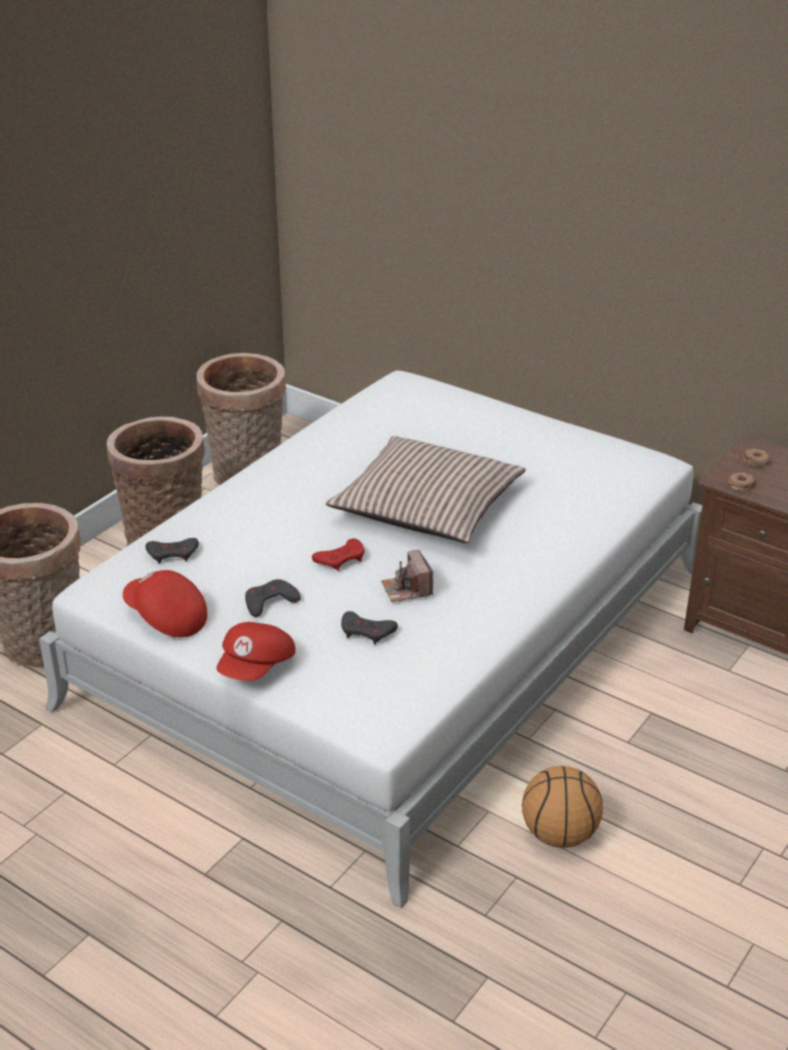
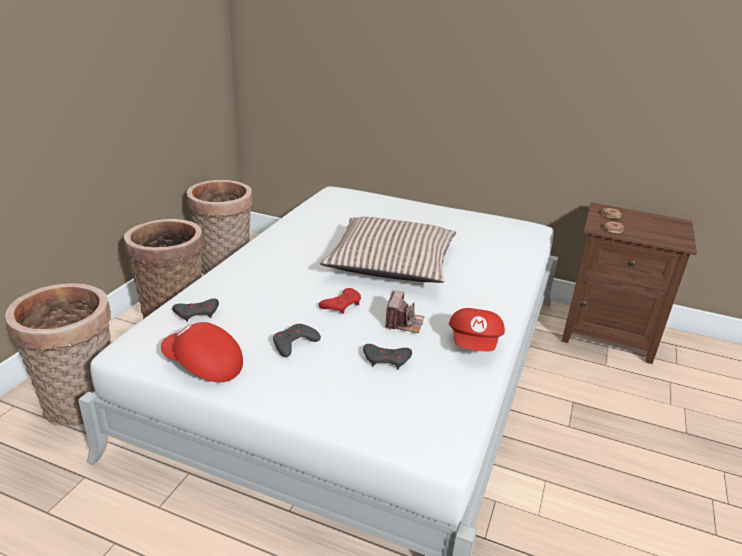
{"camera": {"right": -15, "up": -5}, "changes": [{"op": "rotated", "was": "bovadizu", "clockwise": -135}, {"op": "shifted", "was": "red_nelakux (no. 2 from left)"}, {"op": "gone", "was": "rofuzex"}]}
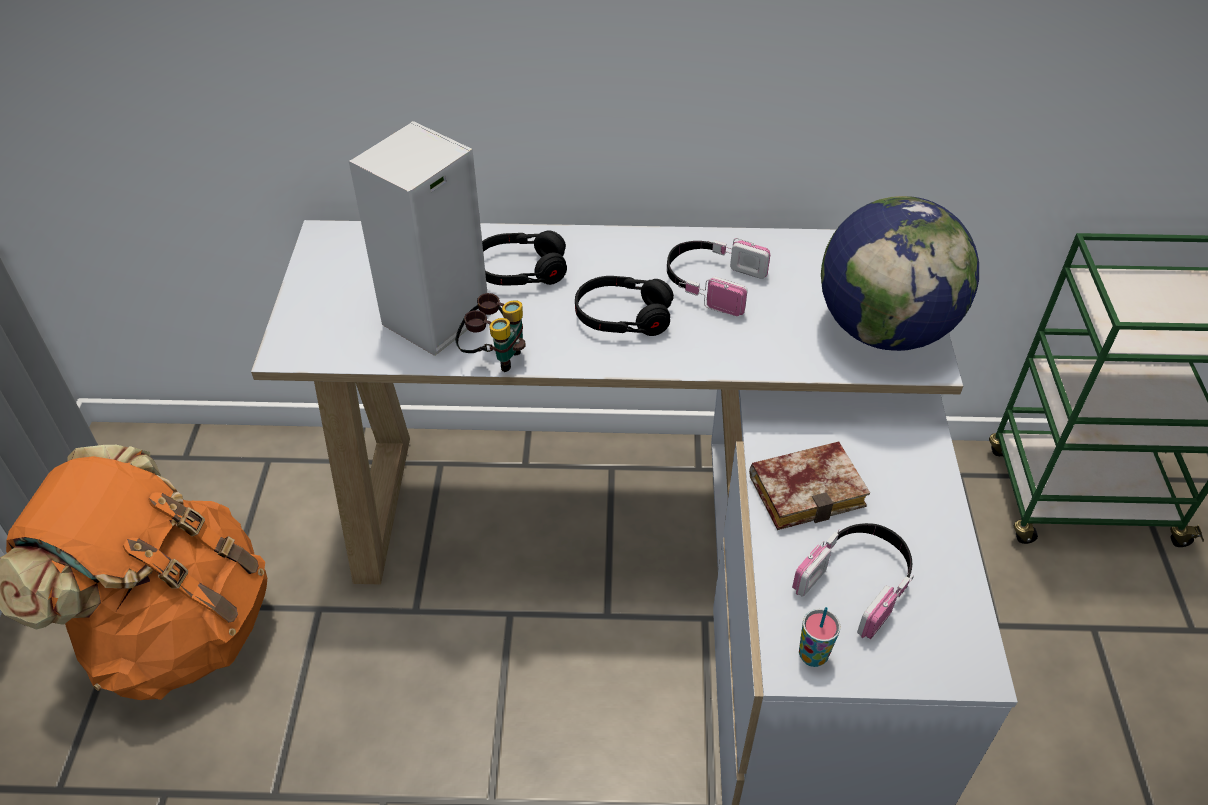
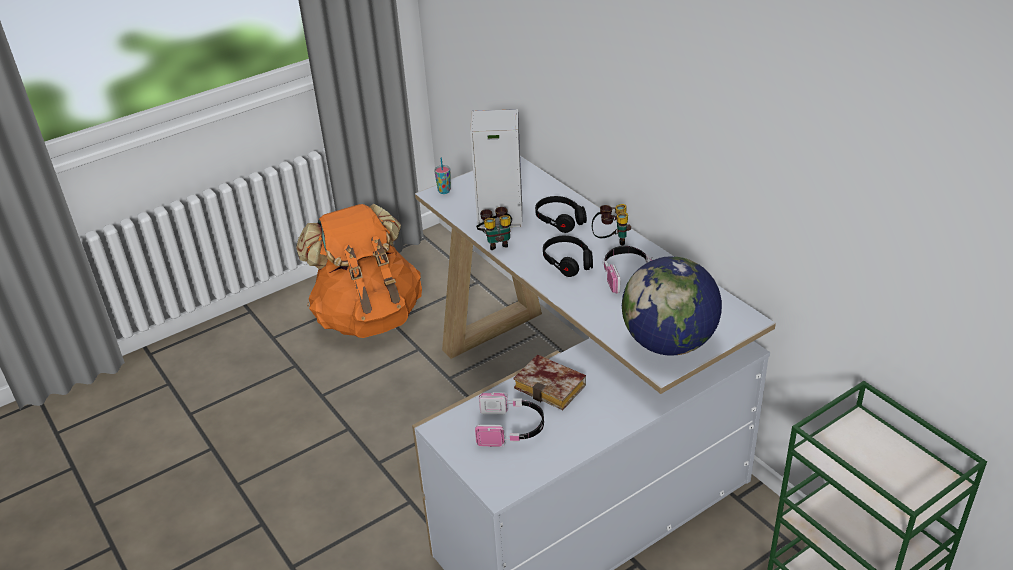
{"camera": {"right": 55, "up": -10}, "changes": [{"op": "shifted", "was": "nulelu"}, {"op": "new", "now": "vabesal (no. 2 from left)"}]}
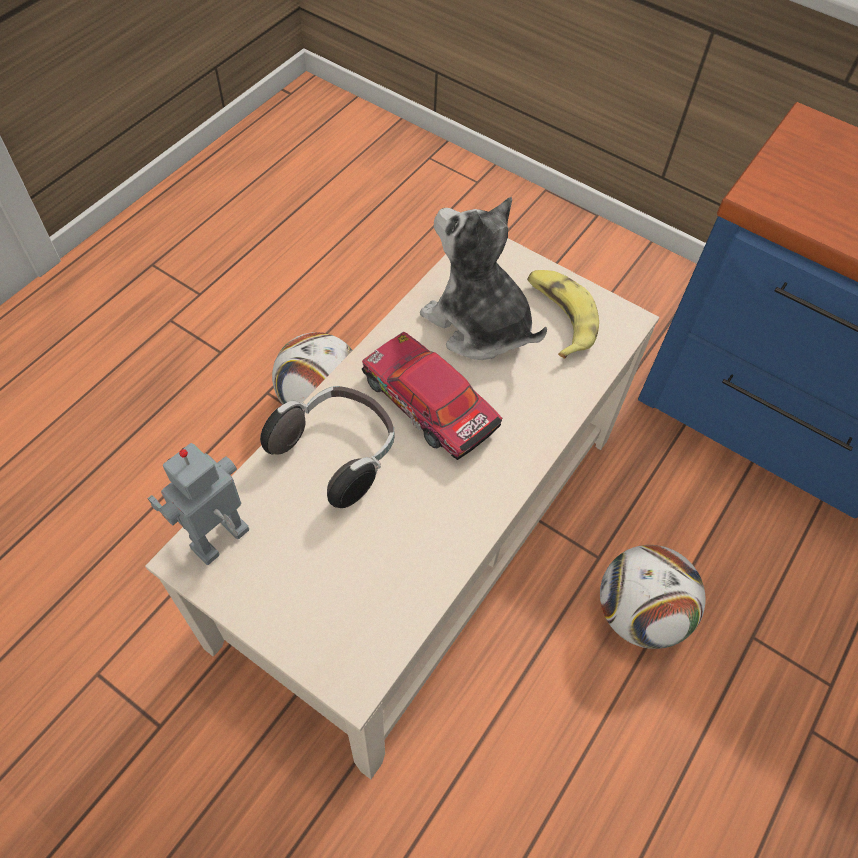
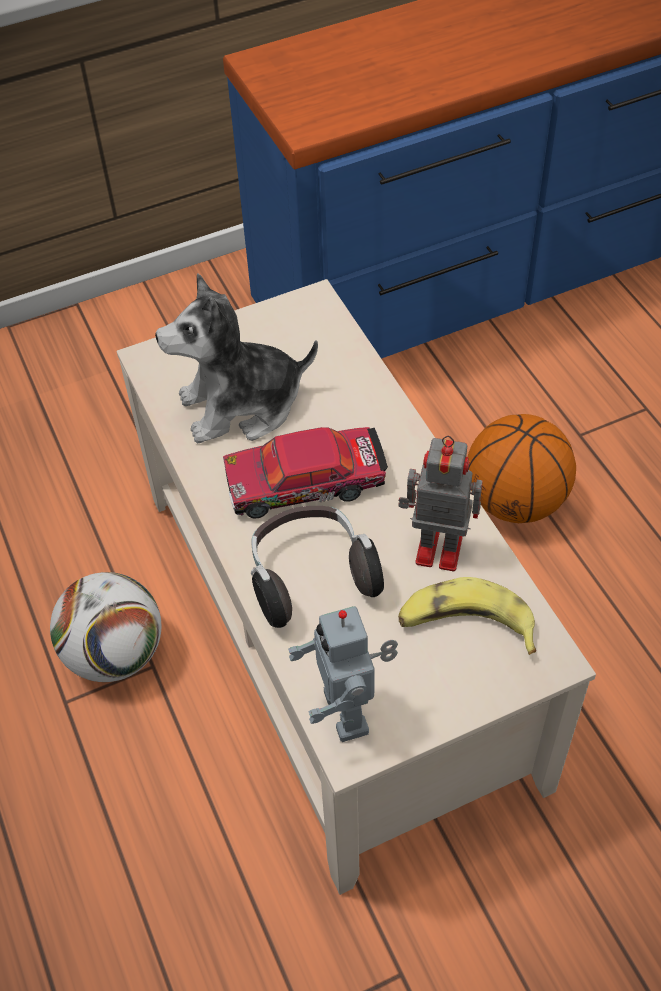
{"camera": {"right": -55, "up": -5}, "changes": [{"op": "new", "now": "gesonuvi (no. 2 from left)"}, {"op": "shifted", "was": "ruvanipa"}, {"op": "swapped", "was": "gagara (no. 2 from left)", "now": "rofuzex"}]}
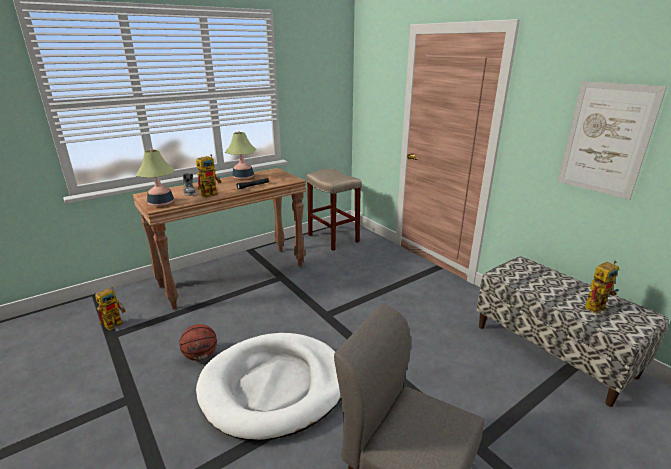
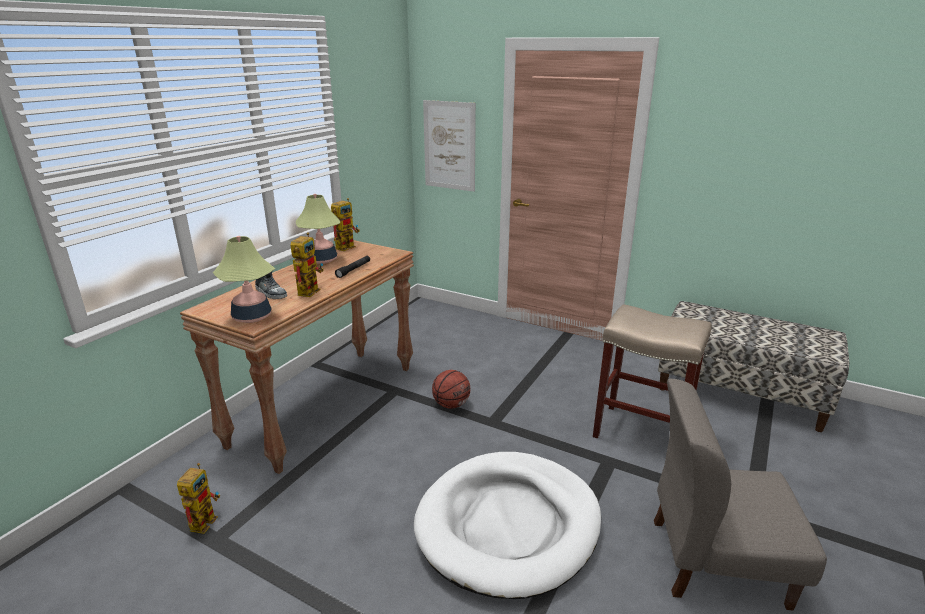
{"camera": {"right": -25, "up": 0}, "changes": [{"op": "shifted", "was": "gesonuvi (no. 3 from left)"}, {"op": "shifted", "was": "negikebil"}, {"op": "shifted", "was": "rofuzex"}, {"op": "shifted", "was": "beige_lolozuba"}]}
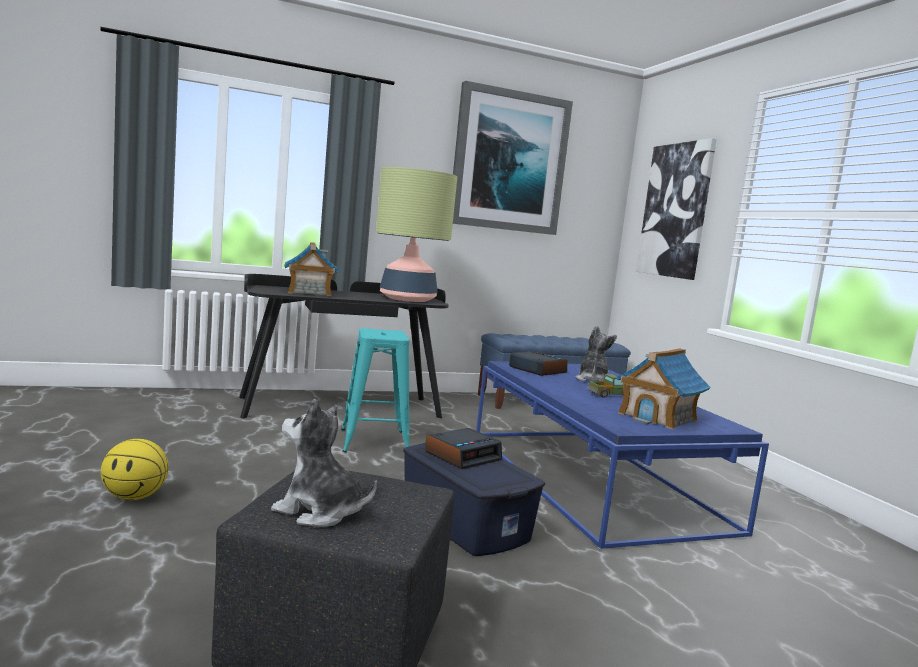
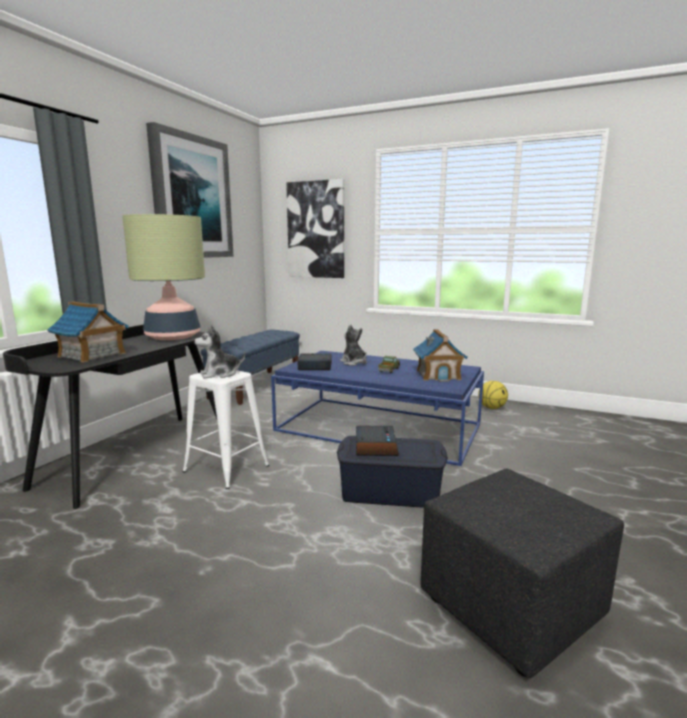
{"camera": {"right": -45, "up": 5}, "changes": [{"op": "repainted", "was": "turquoise_lolozuba", "now": "white_lolozuba"}, {"op": "shifted", "was": "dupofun (no. 1 from left)"}, {"op": "shifted", "was": "rofuzex"}]}
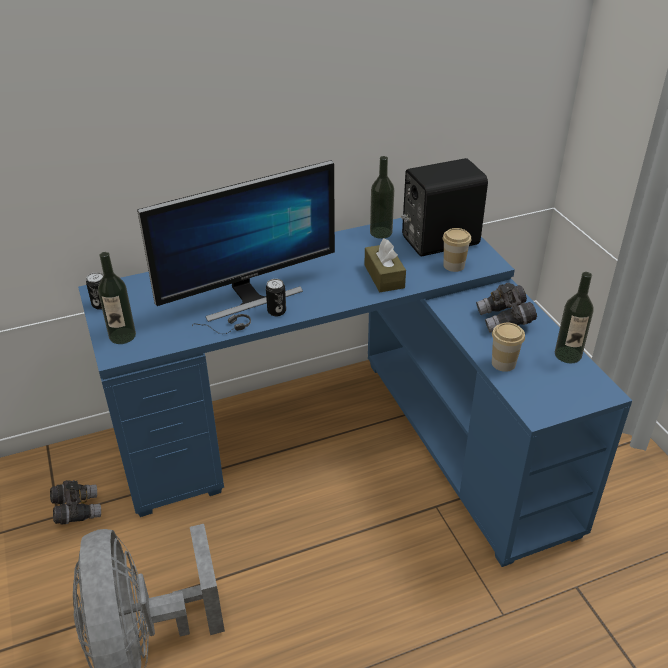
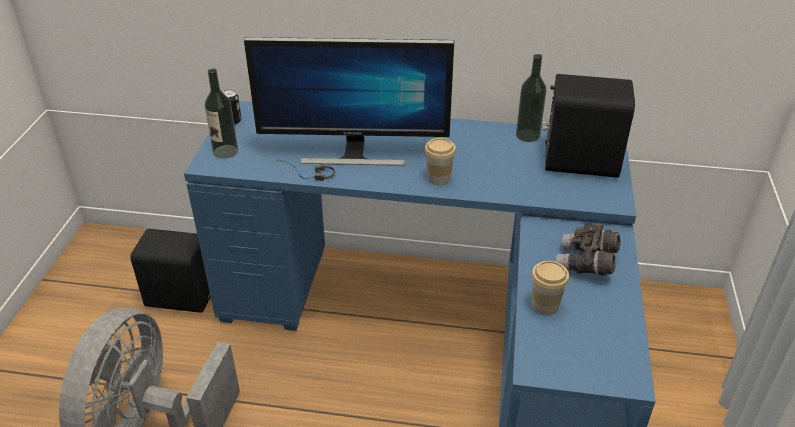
{"camera": {"right": 30, "up": 0}, "changes": [{"op": "swapped", "was": "grey_vabesal (no. 1 from left)", "now": "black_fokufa (no. 1 from left)"}, {"op": "shifted", "was": "nulelu (no. 1 from left)"}, {"op": "gone", "was": "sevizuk (no. 2 from left)"}, {"op": "gone", "was": "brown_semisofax"}, {"op": "gone", "was": "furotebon (no. 3 from left)"}]}
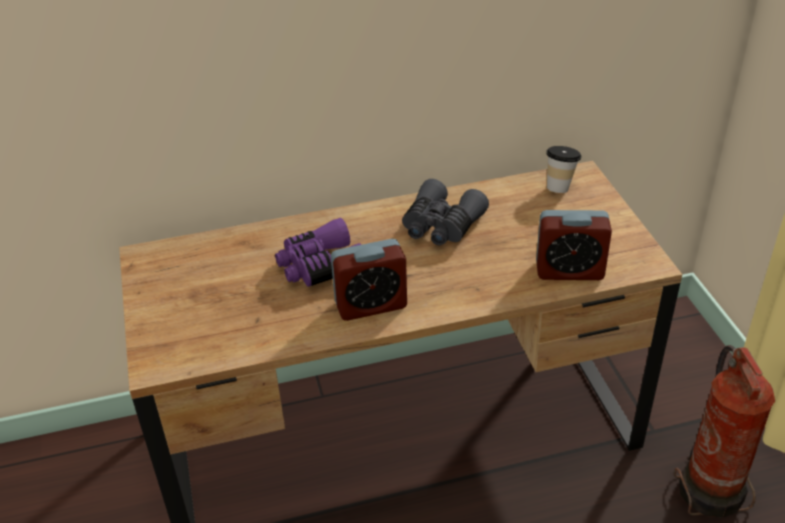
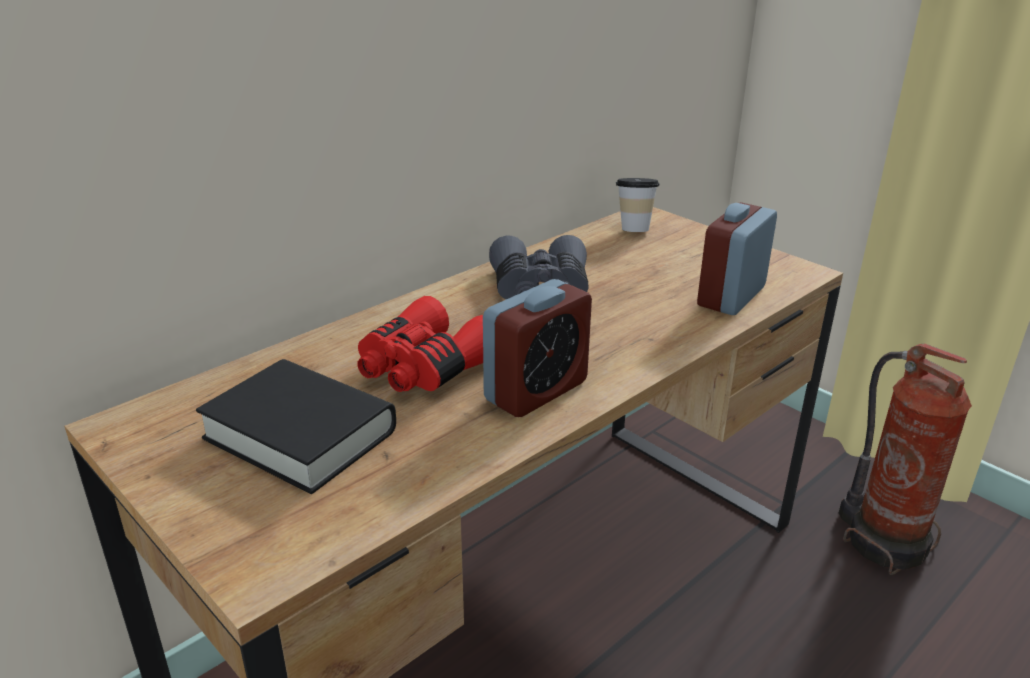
{"camera": {"right": -30, "up": -10}, "changes": [{"op": "new", "now": "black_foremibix"}, {"op": "repainted", "was": "purple_vabesal", "now": "red_vabesal"}, {"op": "rotated", "was": "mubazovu (no. 2 from left)", "clockwise": 150}]}
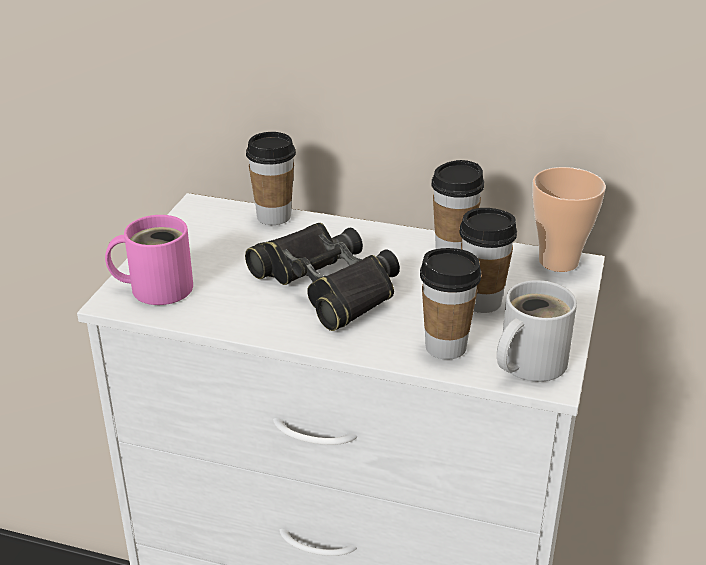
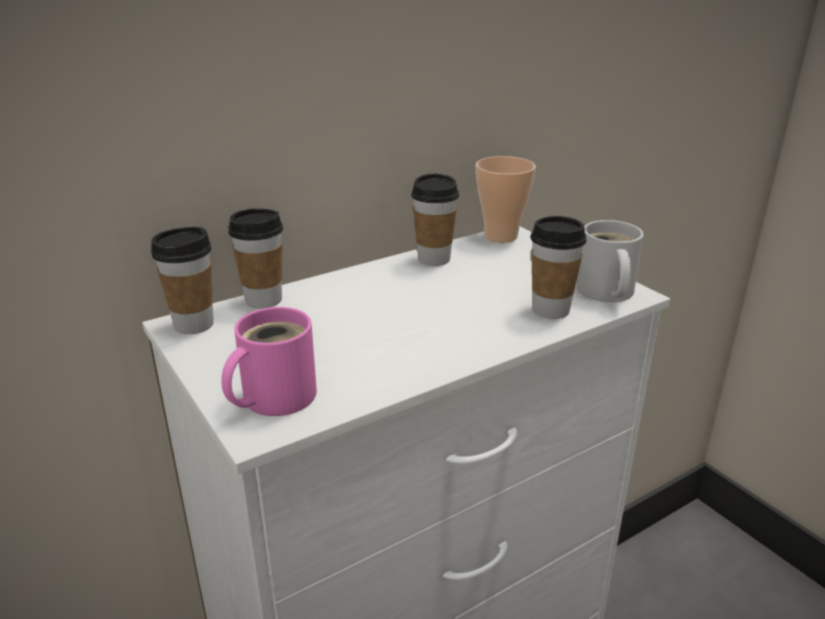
{"camera": {"right": -50, "up": -5}, "changes": [{"op": "shifted", "was": "nulelu (no. 4 from left in the first image)", "now": "nulelu (no. 1 from left)"}, {"op": "gone", "was": "black_vabesal"}]}
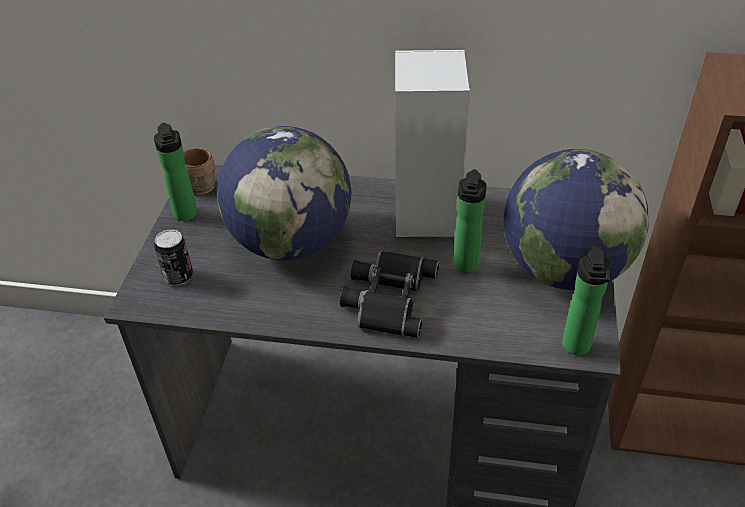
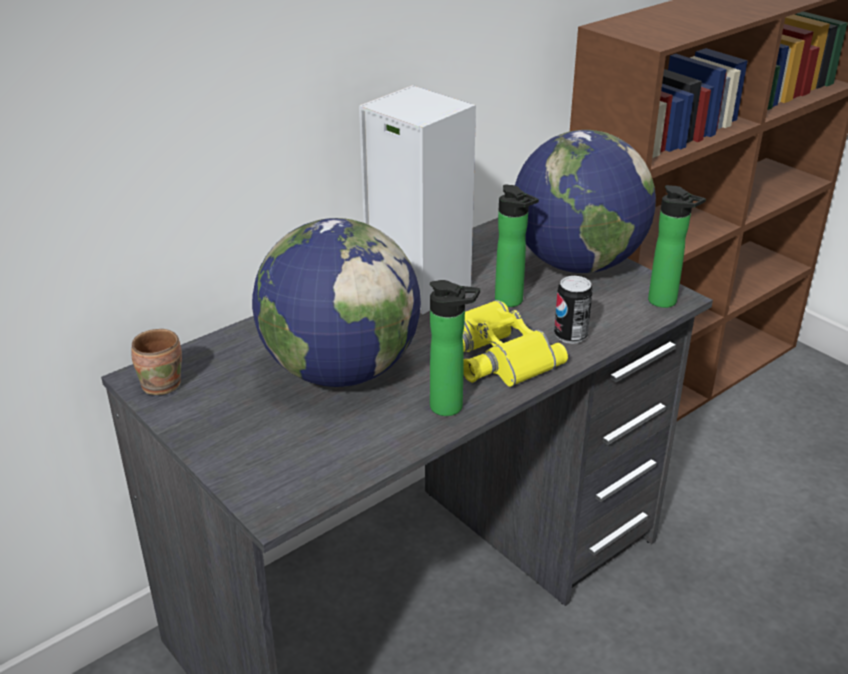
{"camera": {"right": -50, "up": -10}, "changes": [{"op": "shifted", "was": "furotebon (no. 1 from left)"}, {"op": "repainted", "was": "black_vabesal", "now": "yellow_vabesal"}, {"op": "shifted", "was": "sevizuk"}]}
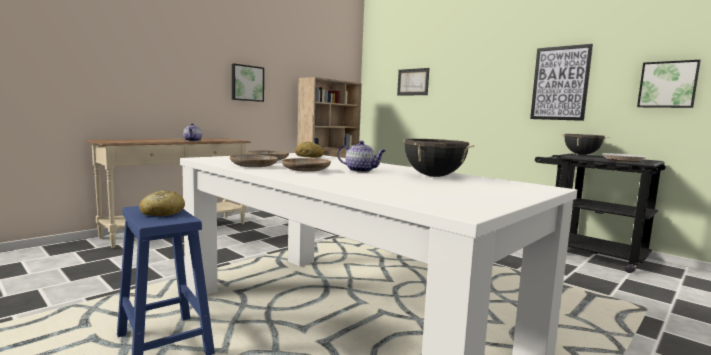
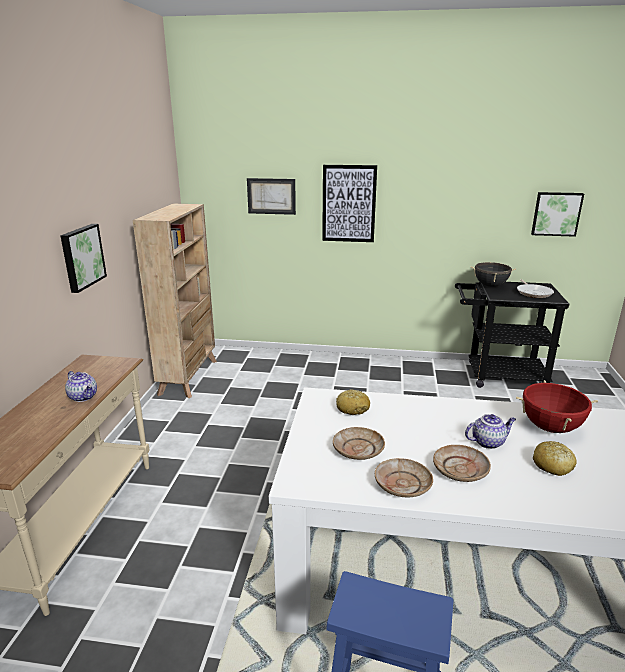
{"camera": {"right": -35, "up": 15}, "changes": [{"op": "shifted", "was": "negikebil (no. 3 from left)"}, {"op": "repainted", "was": "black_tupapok (no. 1 from left)", "now": "red_tupapok"}, {"op": "shifted", "was": "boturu (no. 1 from left in the first image)", "now": "boturu (no. 2 from left)"}]}
